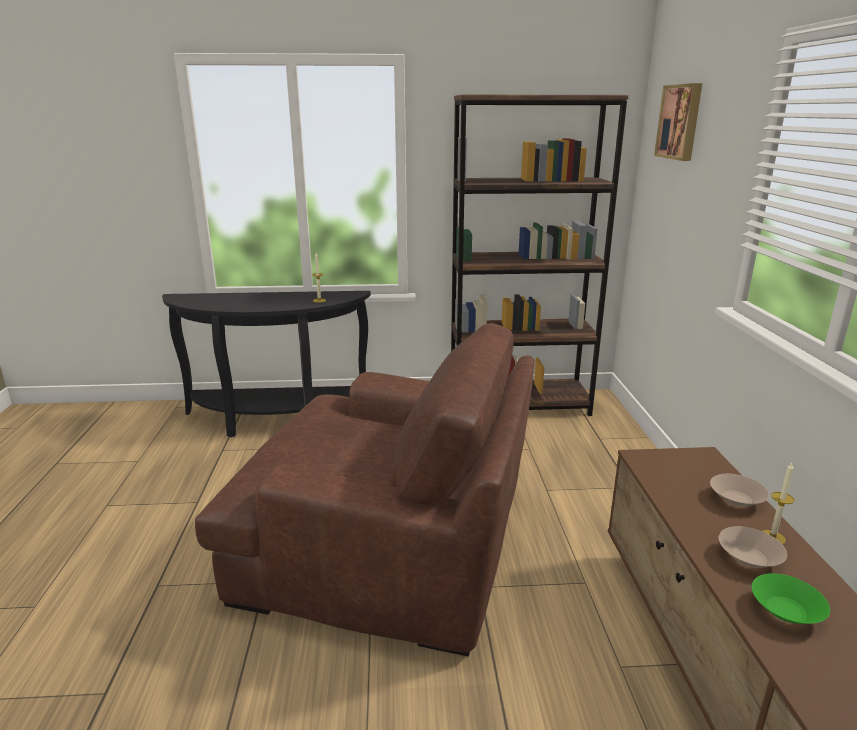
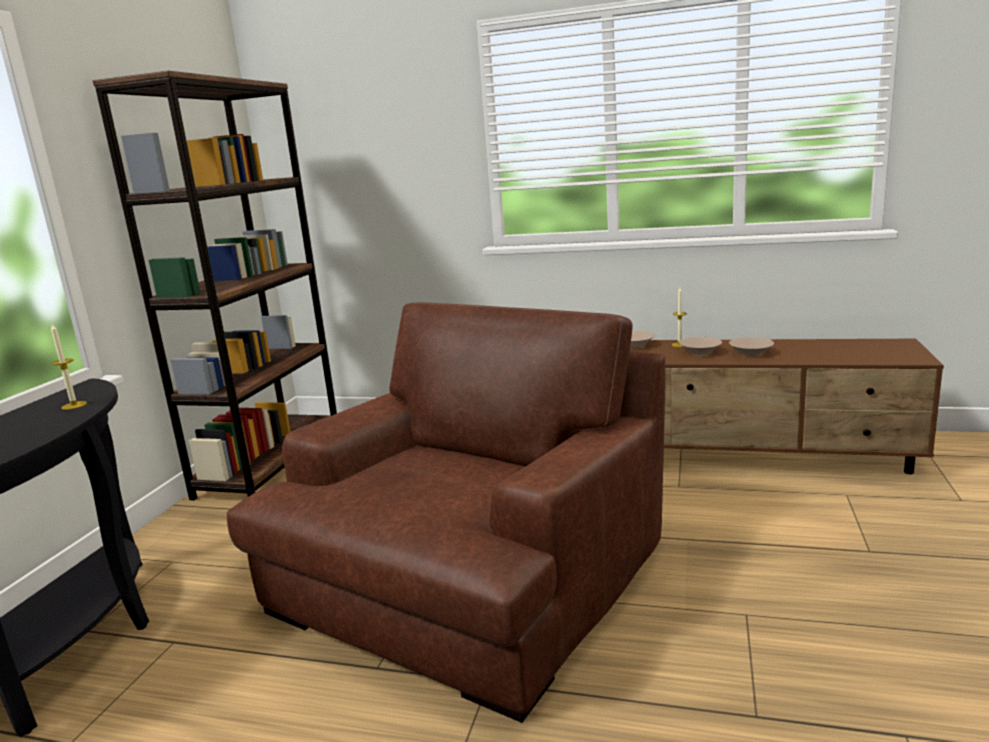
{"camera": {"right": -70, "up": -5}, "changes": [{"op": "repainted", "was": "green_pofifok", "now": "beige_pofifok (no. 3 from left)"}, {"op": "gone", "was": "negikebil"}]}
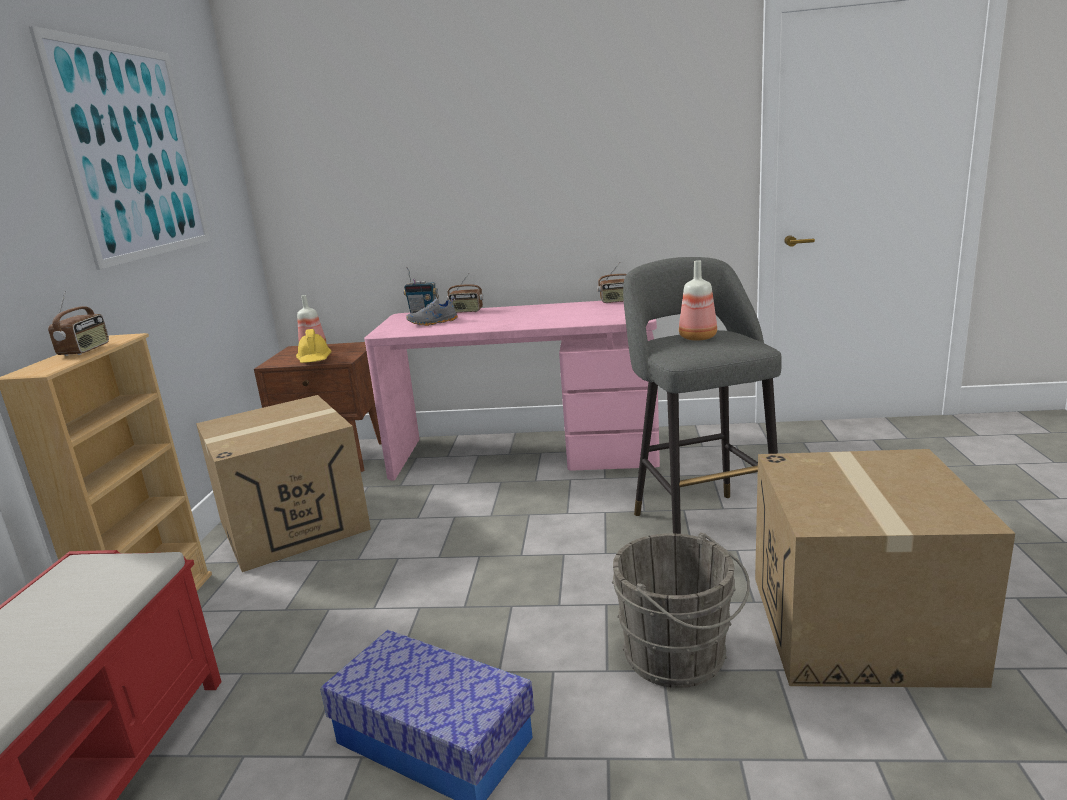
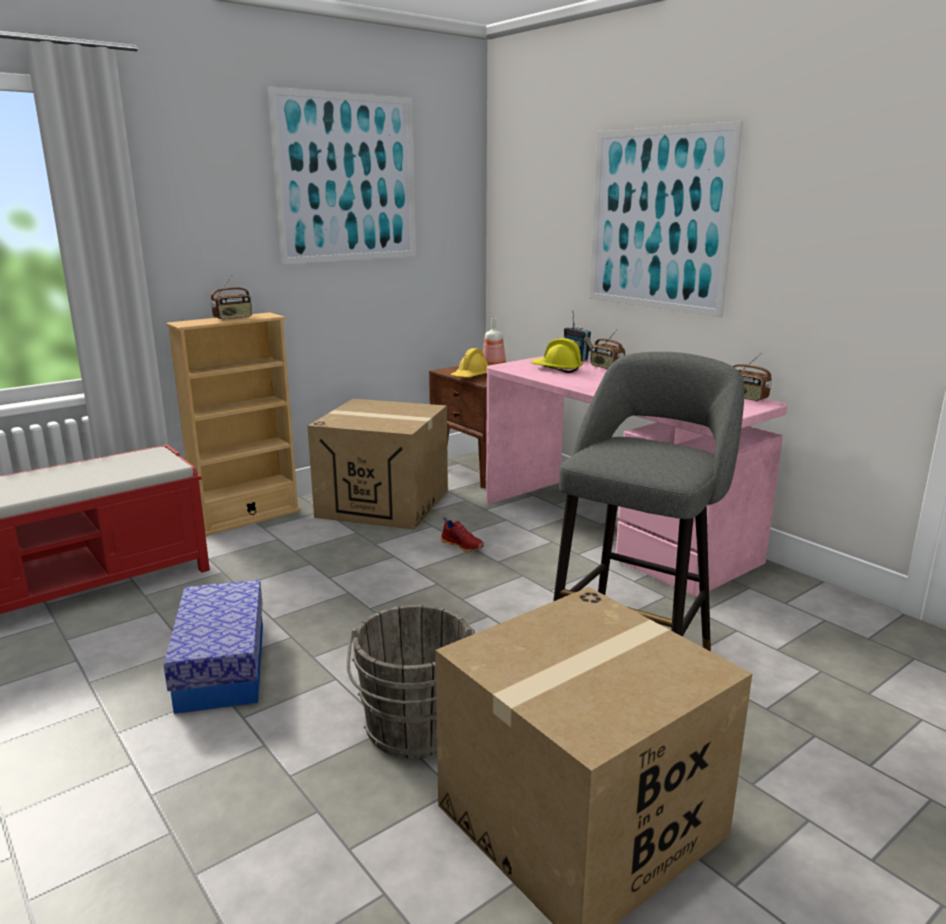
{"camera": {"right": 45, "up": 0}, "changes": [{"op": "new", "now": "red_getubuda"}, {"op": "swapped", "was": "grey_getubuda", "now": "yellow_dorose (no. 2 from left)"}, {"op": "new", "now": "negikebil (no. 2 from left)"}, {"op": "gone", "was": "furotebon (no. 2 from left)"}]}
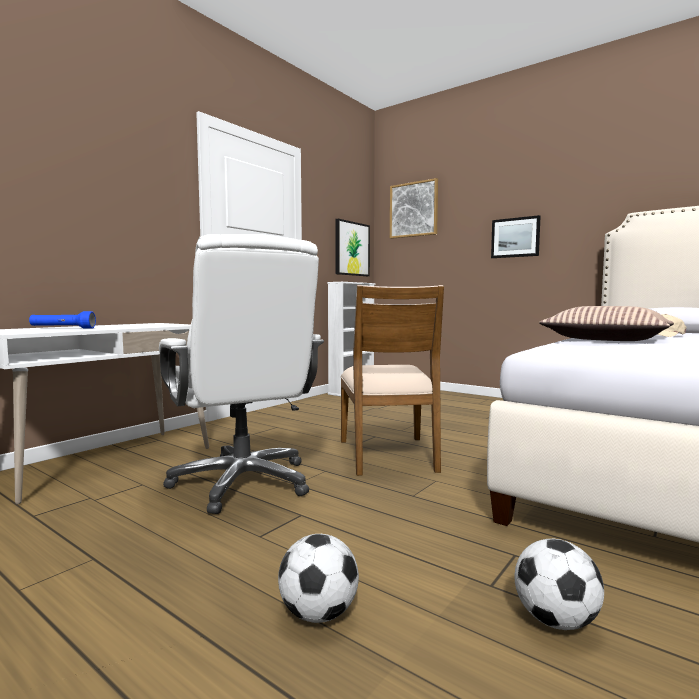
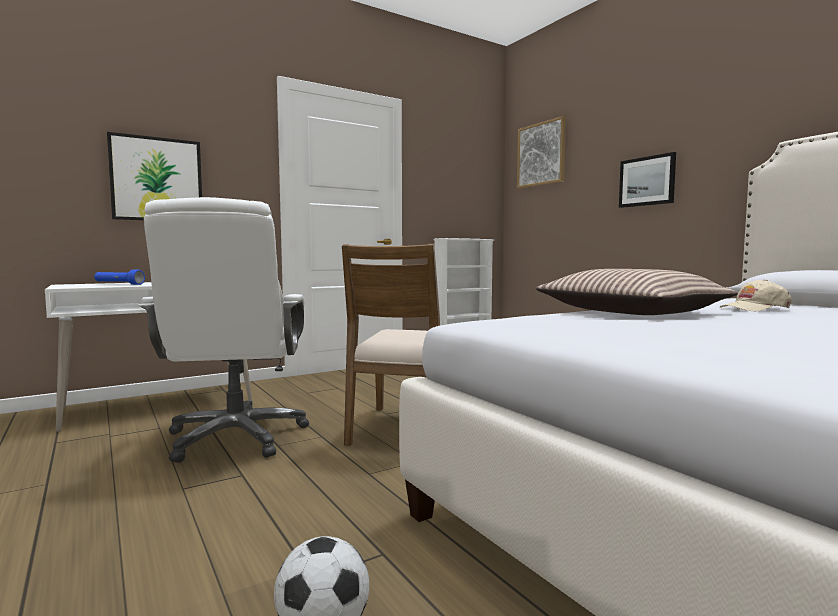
{"camera": {"right": 20, "up": 0}, "changes": [{"op": "shifted", "was": "negikebil (no. 1 from left)"}, {"op": "gone", "was": "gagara (no. 1 from left)"}]}
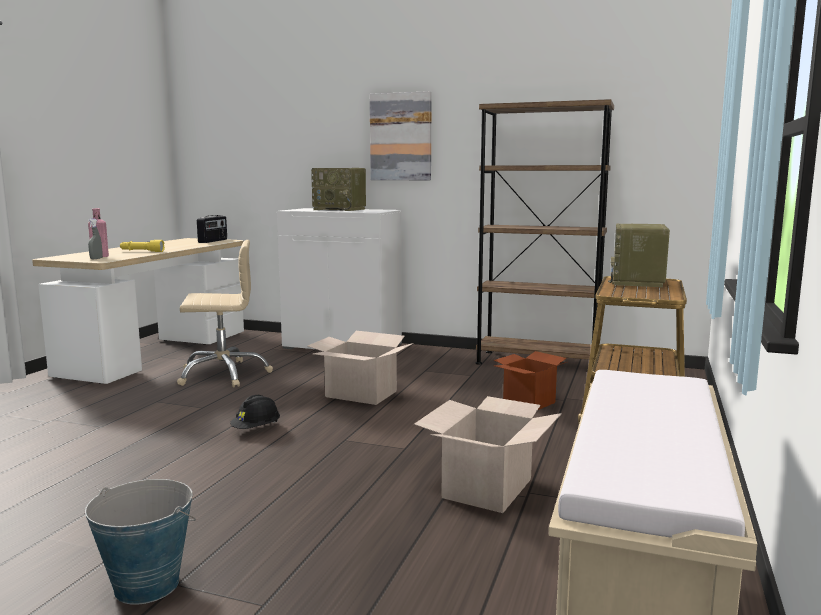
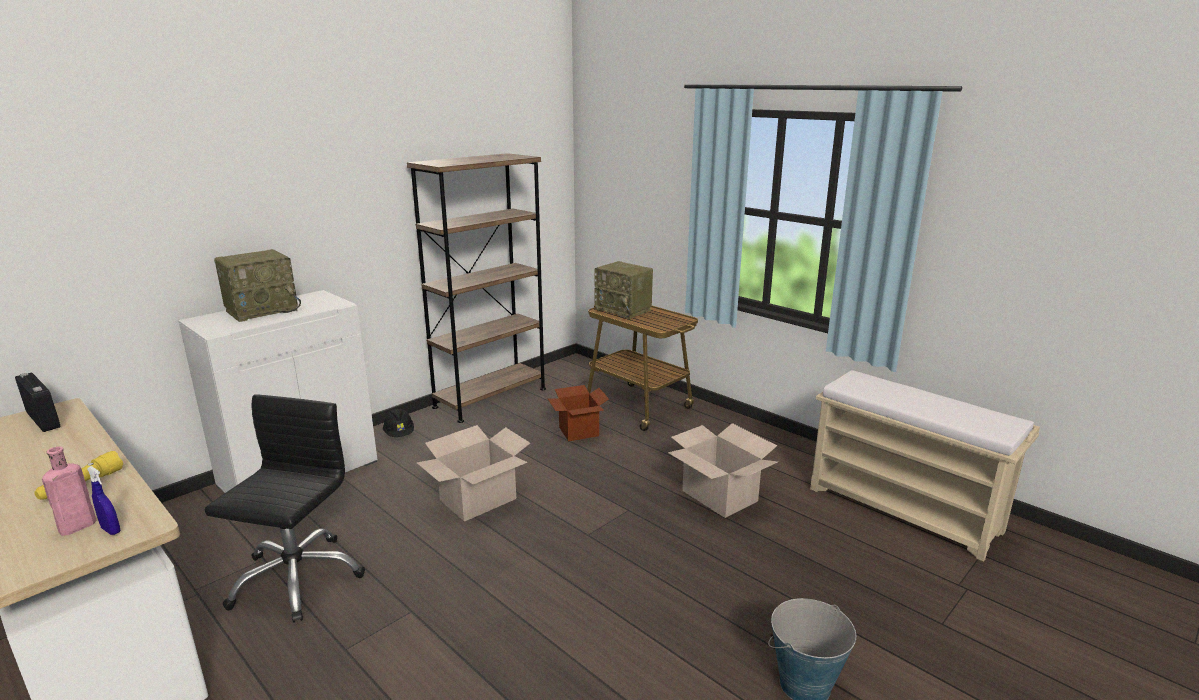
{"camera": {"right": -65, "up": 10}, "changes": [{"op": "repainted", "was": "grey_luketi", "now": "blue_luketi"}, {"op": "repainted", "was": "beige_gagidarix", "now": "black_gagidarix"}, {"op": "shifted", "was": "black_dorose"}, {"op": "gone", "was": "negikebil"}]}
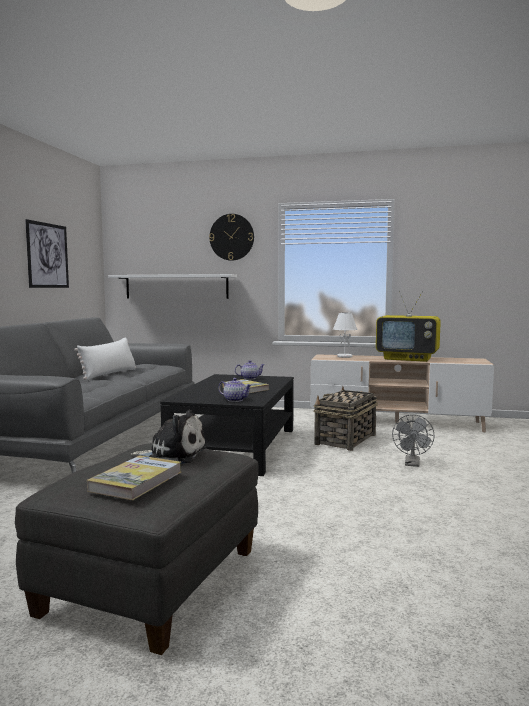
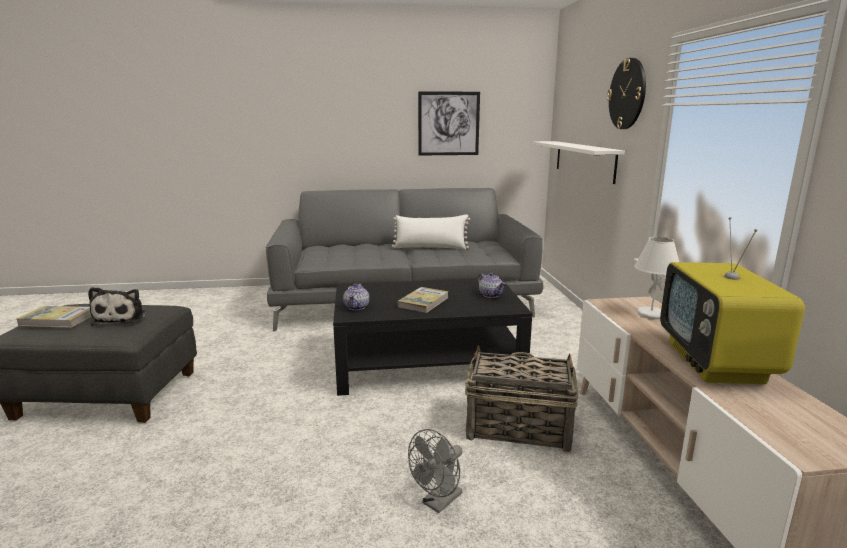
{"camera": {"right": 70, "up": 10}, "changes": [{"op": "rotated", "was": "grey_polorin", "clockwise": -45}]}
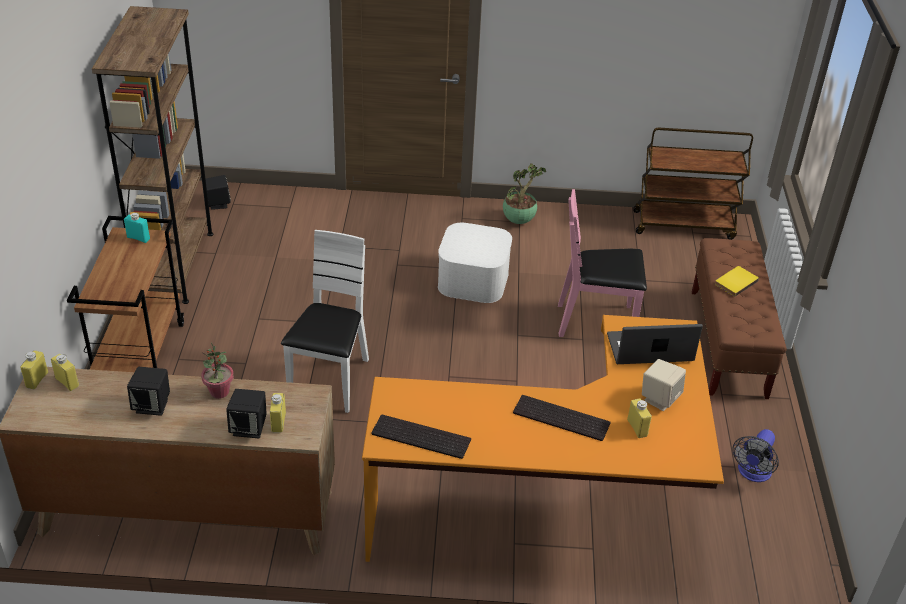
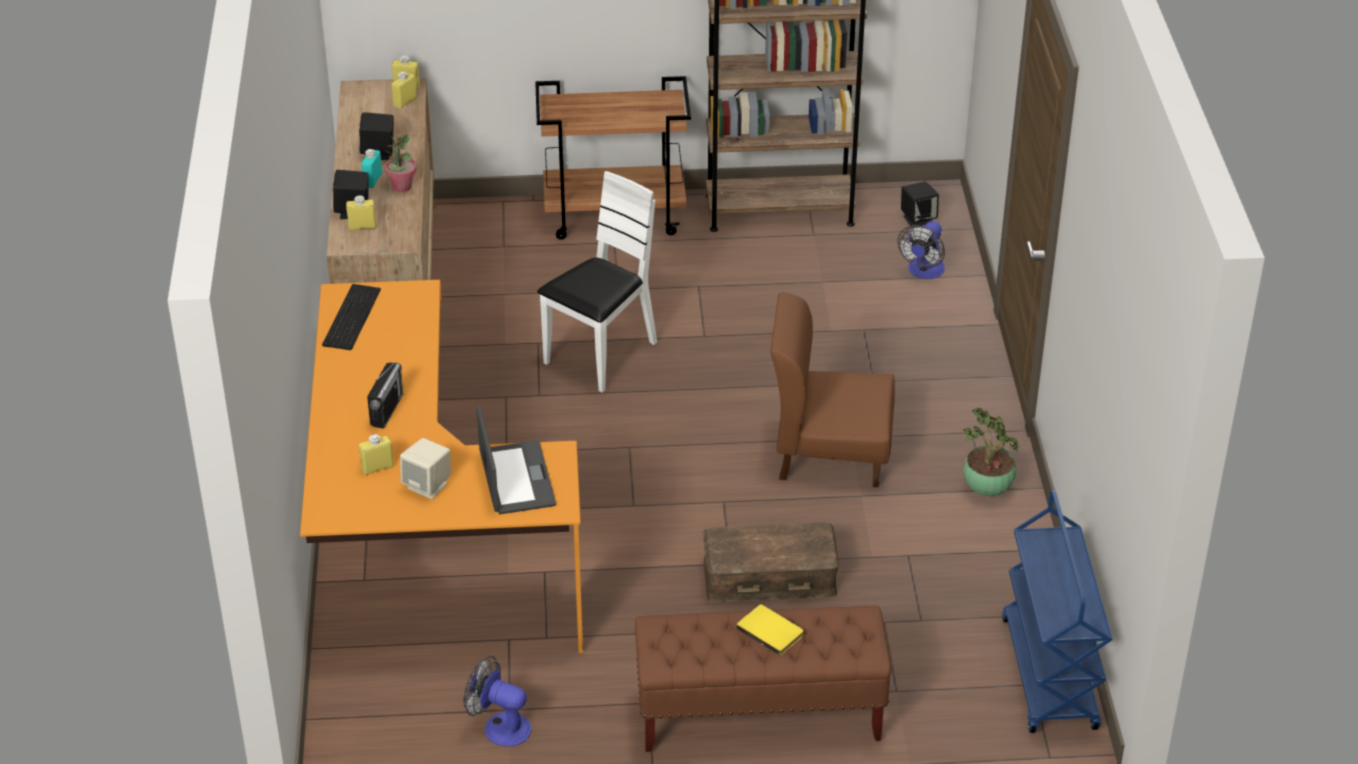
{"camera": {"right": 85, "up": 0}, "changes": [{"op": "shifted", "was": "turquoise_furotebon"}, {"op": "swapped", "was": "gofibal (no. 2 from left)", "now": "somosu"}, {"op": "rotated", "was": "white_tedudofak", "clockwise": -60}, {"op": "swapped", "was": "pink_tedudofak", "now": "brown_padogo"}, {"op": "swapped", "was": "white_padogo", "now": "brown_tedudofak"}, {"op": "new", "now": "polorin (no. 2 from left)"}, {"op": "repainted", "was": "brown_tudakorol (no. 2 from left)", "now": "blue_tudakorol"}]}
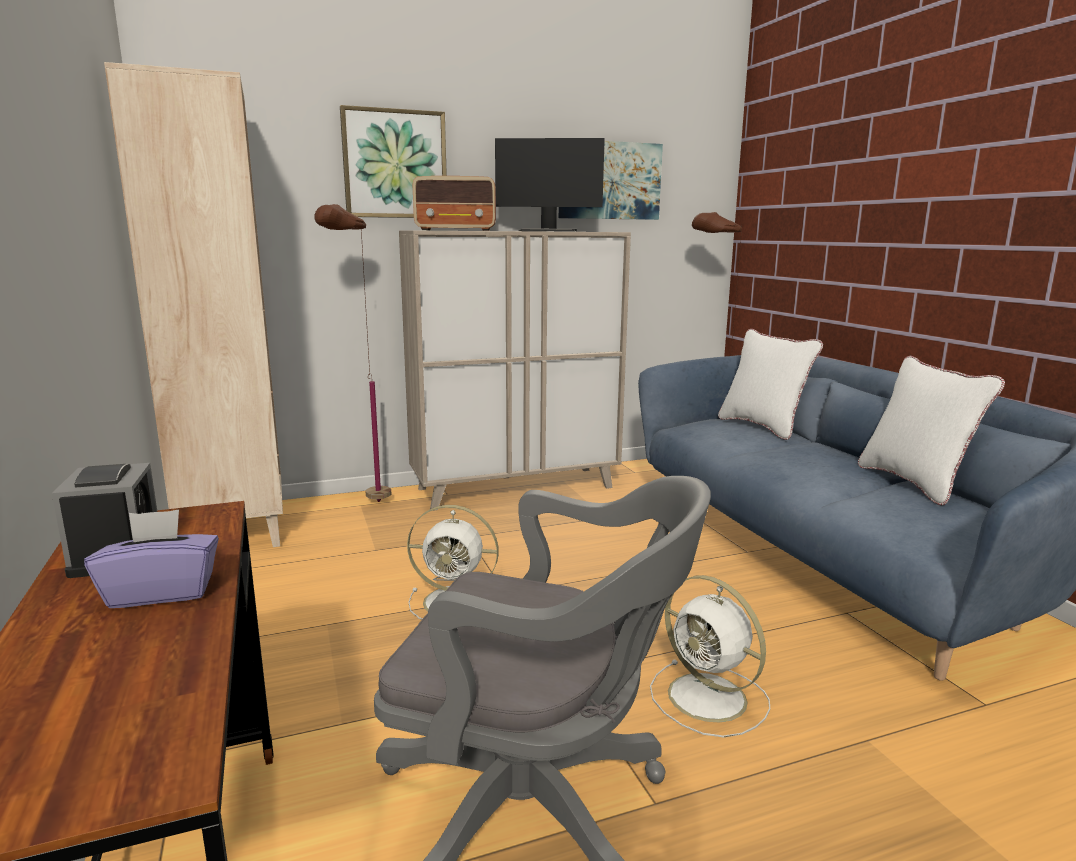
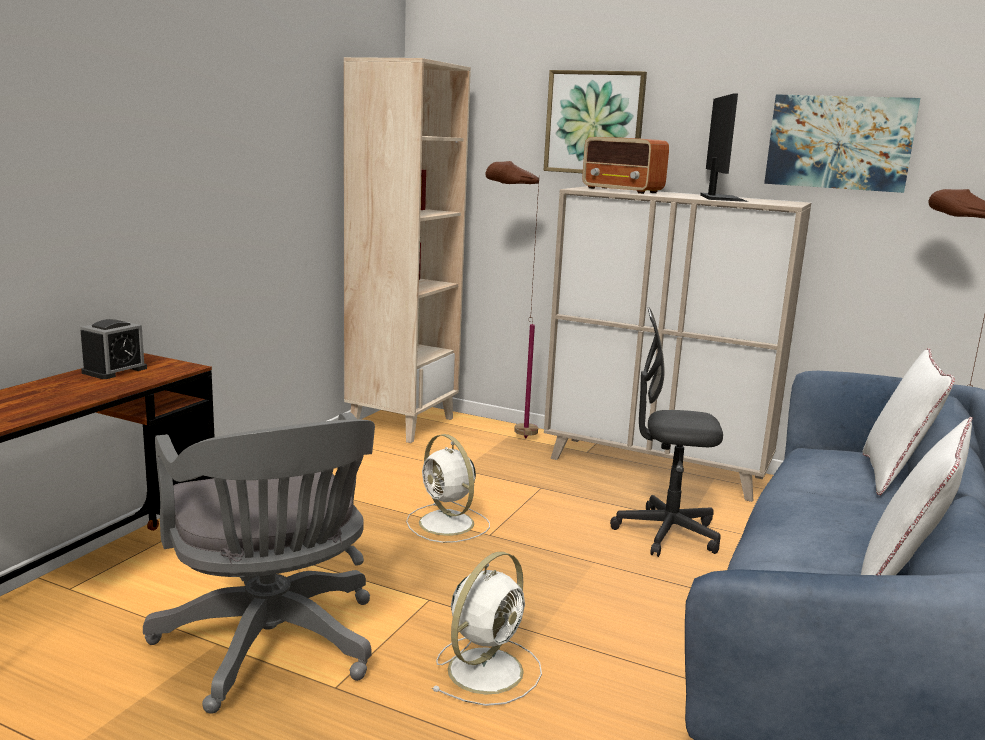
{"camera": {"right": 45, "up": 0}, "changes": [{"op": "rotated", "was": "white_polorin (no. 2 from left)", "clockwise": -150}, {"op": "new", "now": "grey_gagidarix (no. 2 from left)"}, {"op": "rotated", "was": "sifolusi", "clockwise": -135}, {"op": "gone", "was": "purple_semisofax"}]}
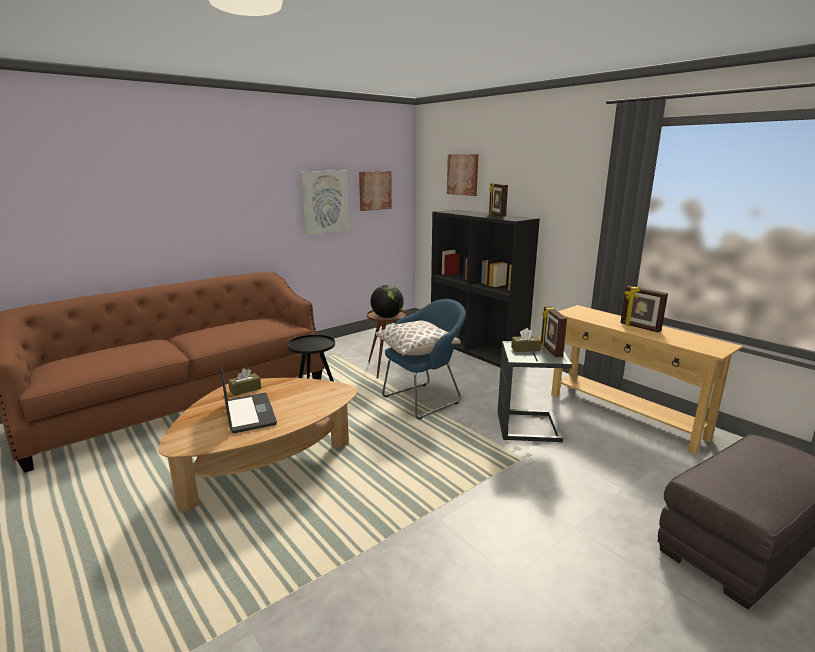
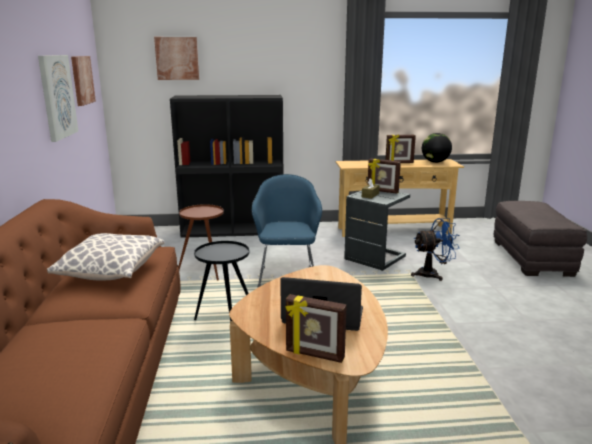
{"camera": {"right": -55, "up": 0}, "changes": [{"op": "shifted", "was": "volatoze"}, {"op": "shifted", "was": "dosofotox (no. 1 from left)"}, {"op": "new", "now": "blue_polorin"}, {"op": "shifted", "was": "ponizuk"}, {"op": "gone", "was": "brown_semisofax (no. 1 from left)"}]}
